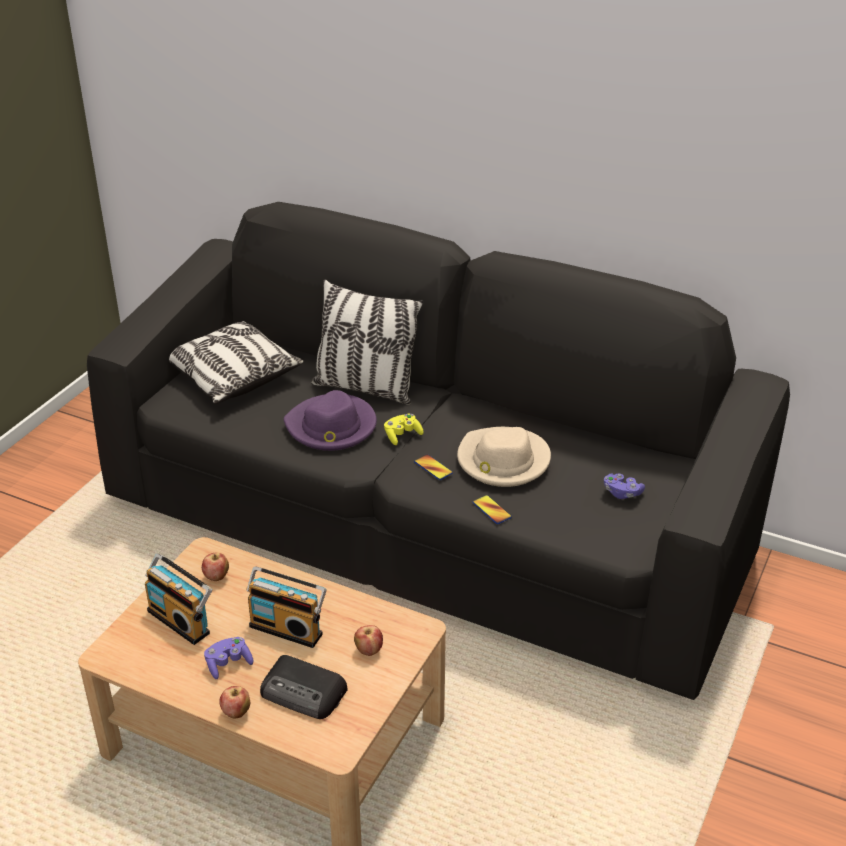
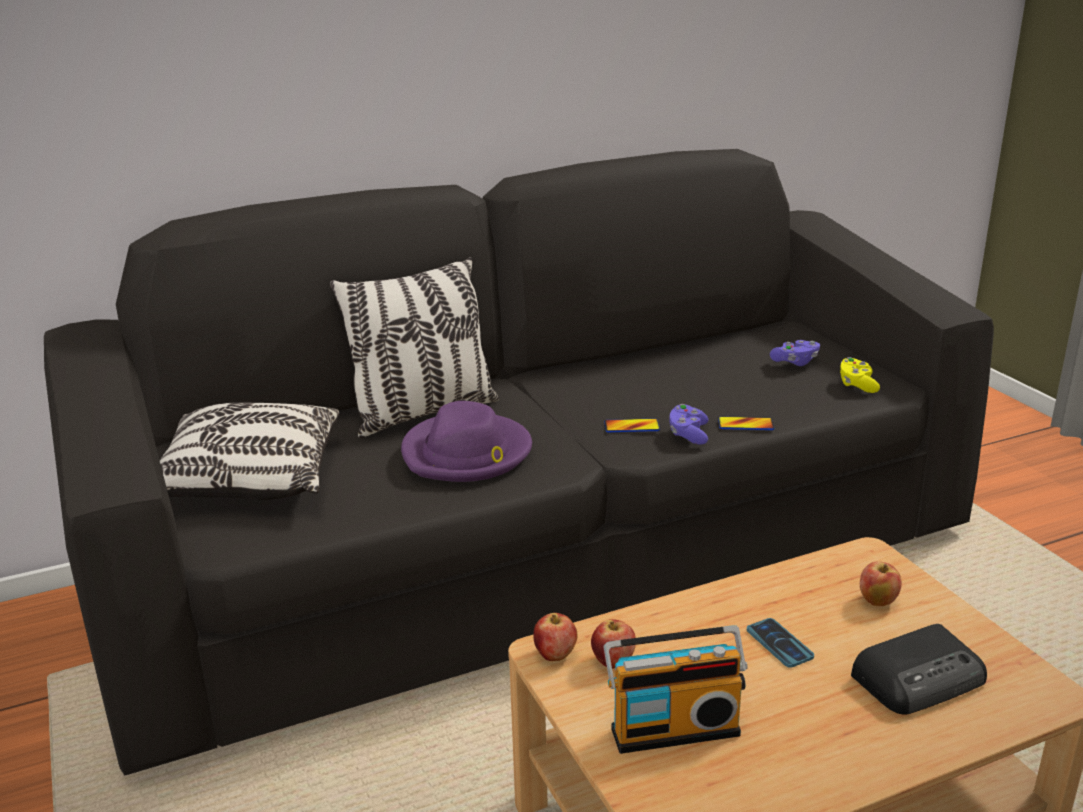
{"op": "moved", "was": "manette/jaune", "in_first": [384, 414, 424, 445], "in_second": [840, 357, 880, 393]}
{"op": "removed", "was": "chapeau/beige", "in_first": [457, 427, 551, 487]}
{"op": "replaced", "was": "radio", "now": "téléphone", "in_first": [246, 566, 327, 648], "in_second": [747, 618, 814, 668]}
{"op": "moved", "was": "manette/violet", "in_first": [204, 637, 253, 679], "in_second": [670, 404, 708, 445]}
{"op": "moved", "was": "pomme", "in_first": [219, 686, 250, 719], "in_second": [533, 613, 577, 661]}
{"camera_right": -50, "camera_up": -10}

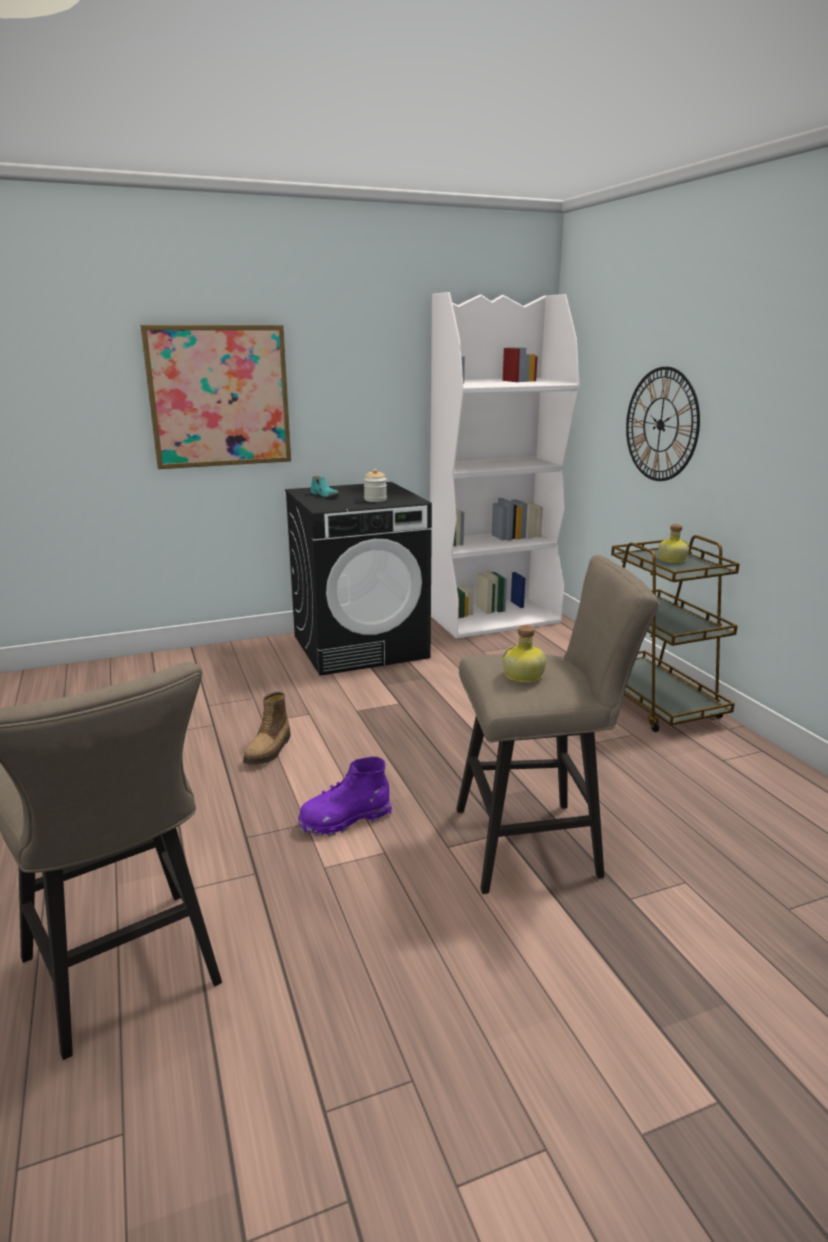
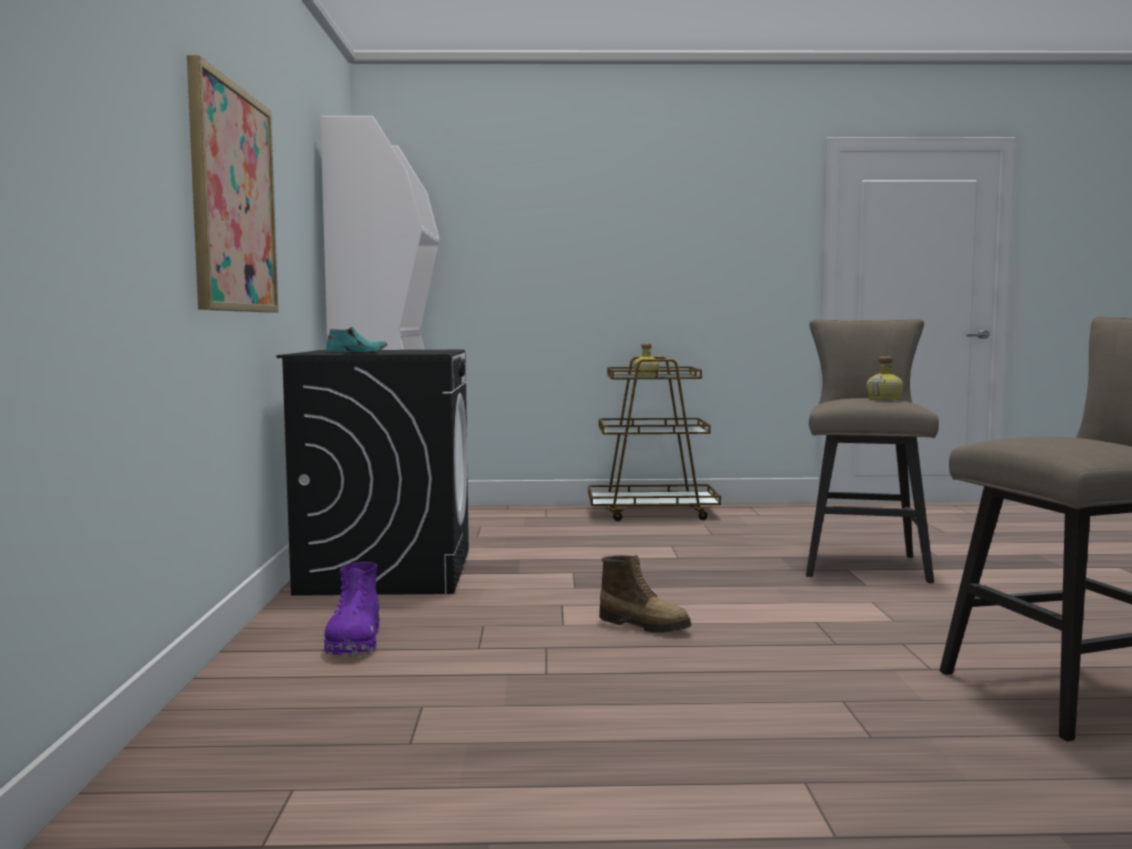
{"op": "removed", "was": "horloge murale", "in_first": [626, 367, 700, 481]}
{"op": "removed", "was": "bocal", "in_first": [364, 469, 387, 502]}
{"op": "moved", "was": "botte/violet", "in_first": [298, 756, 392, 836], "in_second": [324, 562, 380, 657]}
{"camera_right": -70, "camera_up": -15}

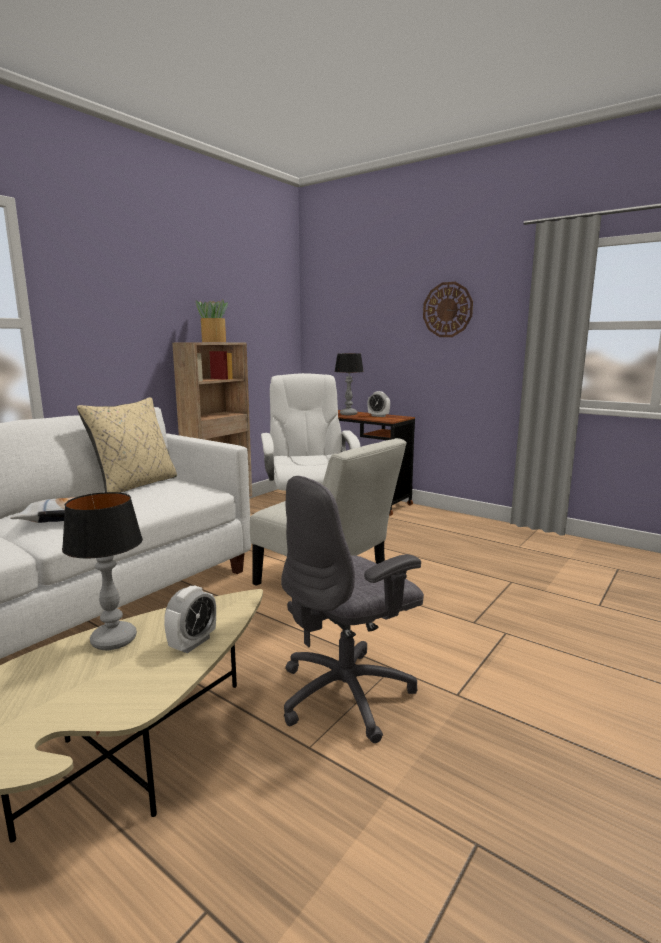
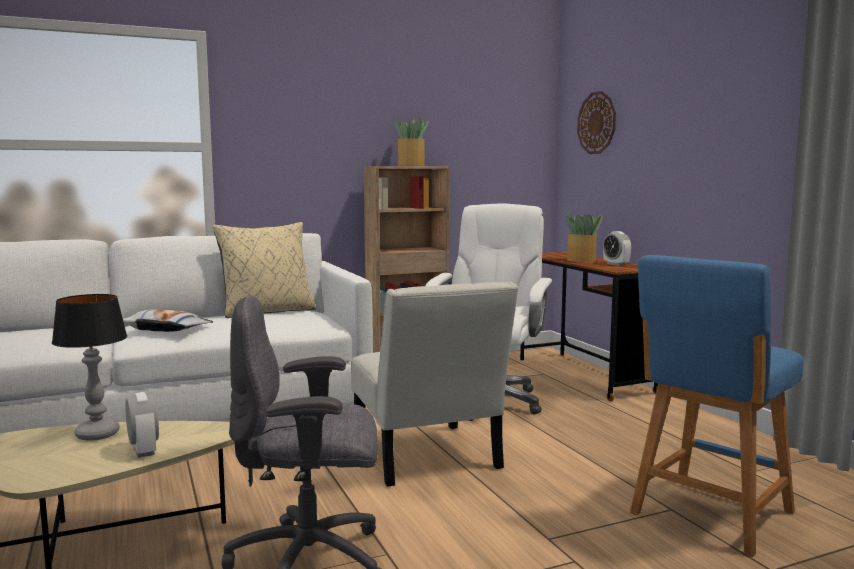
{"op": "moved", "was": "horloge murale", "in_first": [423, 282, 473, 337], "in_second": [577, 91, 616, 154]}
{"op": "replaced", "was": "lampe de table", "now": "plante en pot", "in_first": [334, 353, 364, 415], "in_second": [566, 213, 602, 262]}
{"op": "turned", "was": "réveil", "in_first": [164, 586, 216, 653], "in_second": [125, 392, 159, 458], "clockwise": -90}
{"op": "added", "now": "tabouret/bleu", "in_second": [630, 255, 803, 557]}
{"camera_right": 30, "camera_up": -5}

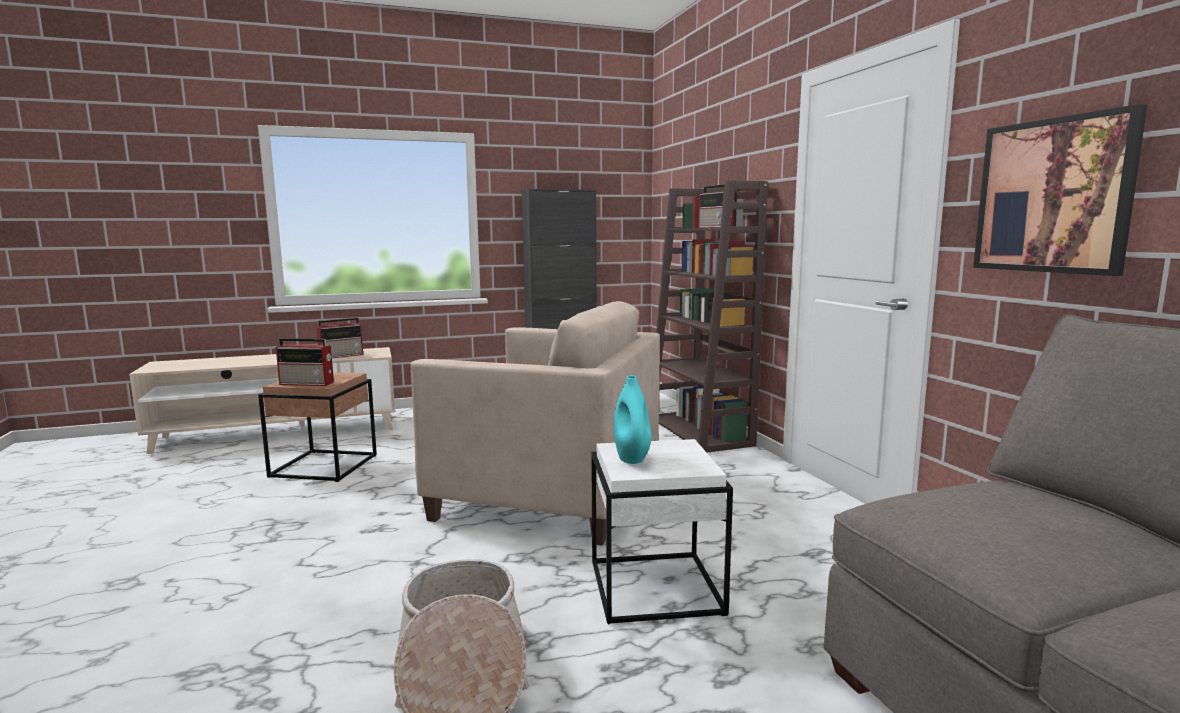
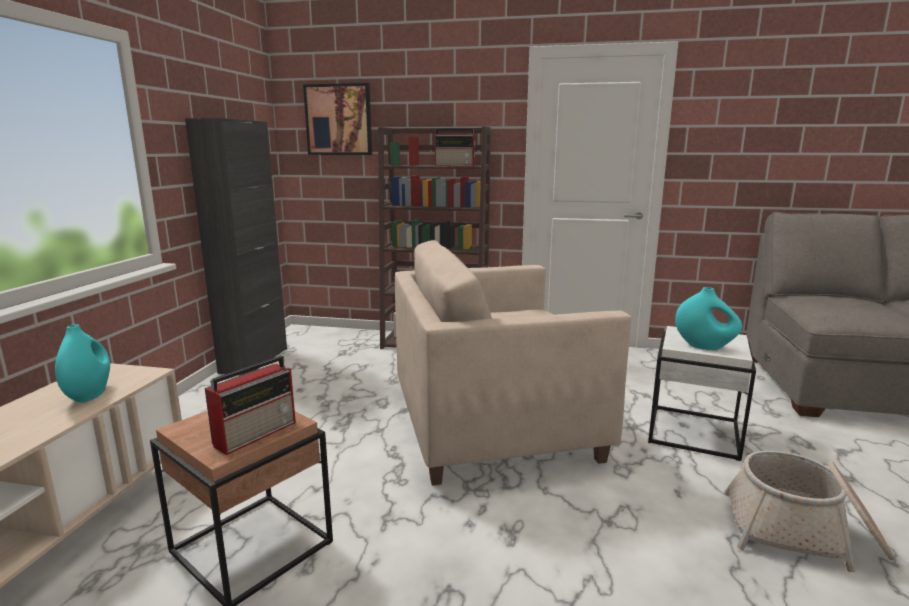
{"op": "moved", "was": "tableau", "in_first": [973, 104, 1147, 276], "in_second": [303, 83, 372, 155]}
{"op": "turned", "was": "fauteuil/beige", "in_first": [411, 301, 660, 546], "in_second": [395, 240, 631, 486], "clockwise": -150}
{"op": "replaced", "was": "radio", "now": "vase/turquoise", "in_first": [316, 318, 363, 358], "in_second": [55, 324, 110, 402]}
{"camera_right": -60, "camera_up": 5}

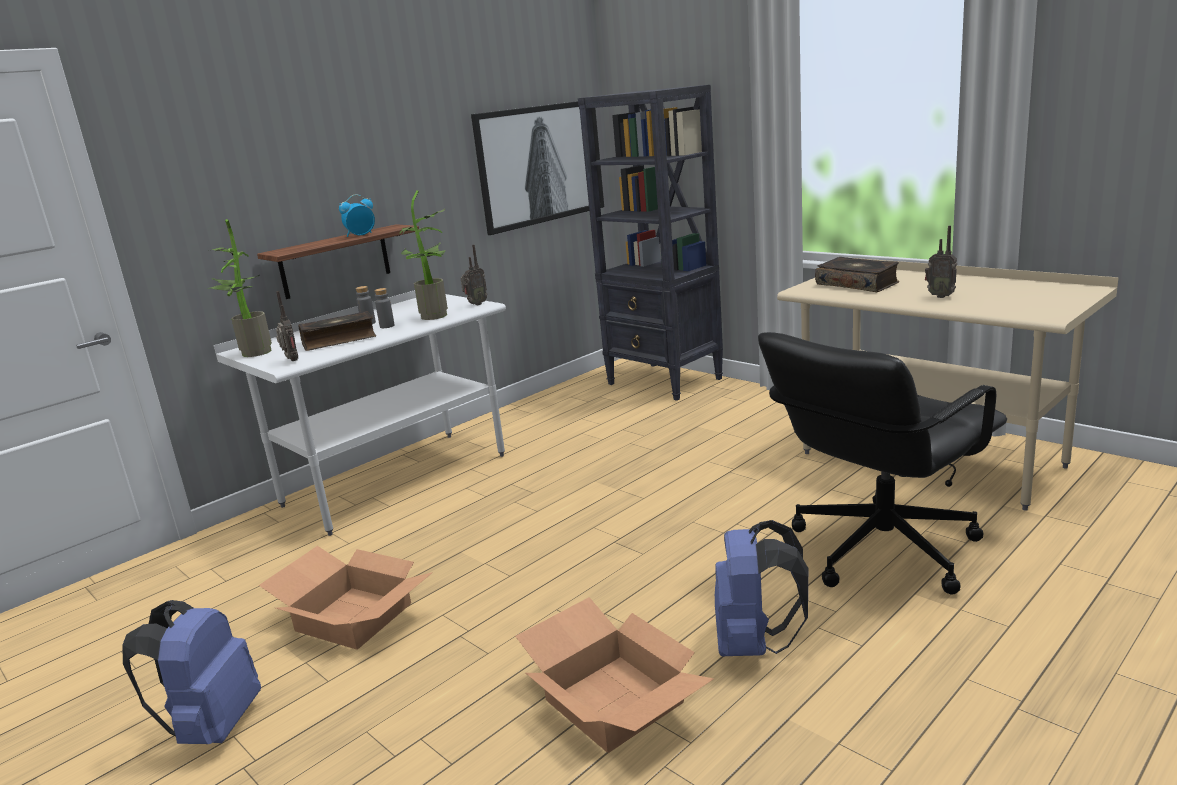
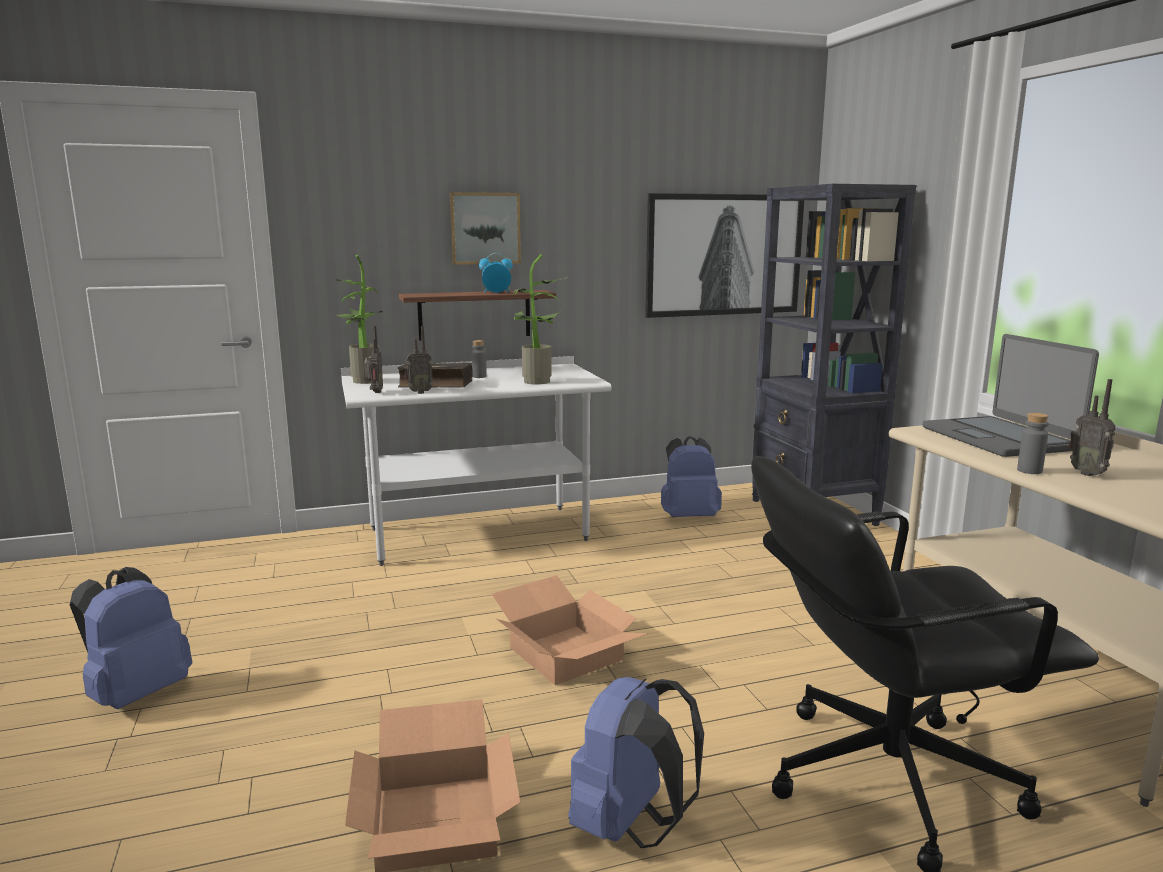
{"op": "moved", "was": "radio", "in_first": [461, 244, 488, 305], "in_second": [404, 326, 433, 394]}
{"op": "replaced", "was": "livre", "now": "ordinateur portable", "in_first": [815, 257, 899, 292], "in_second": [923, 334, 1099, 457]}
{"op": "moved", "was": "bouteille/gris", "in_first": [374, 288, 395, 328], "in_second": [1017, 413, 1048, 474]}
{"op": "moved", "was": "carton", "in_first": [259, 546, 433, 650], "in_second": [492, 575, 648, 685]}
{"op": "added", "now": "tableau", "in_second": [449, 192, 521, 265]}
{"op": "added", "now": "sac à dos/bleu", "in_second": [661, 436, 722, 517]}
{"camera_right": 25, "camera_up": -5}

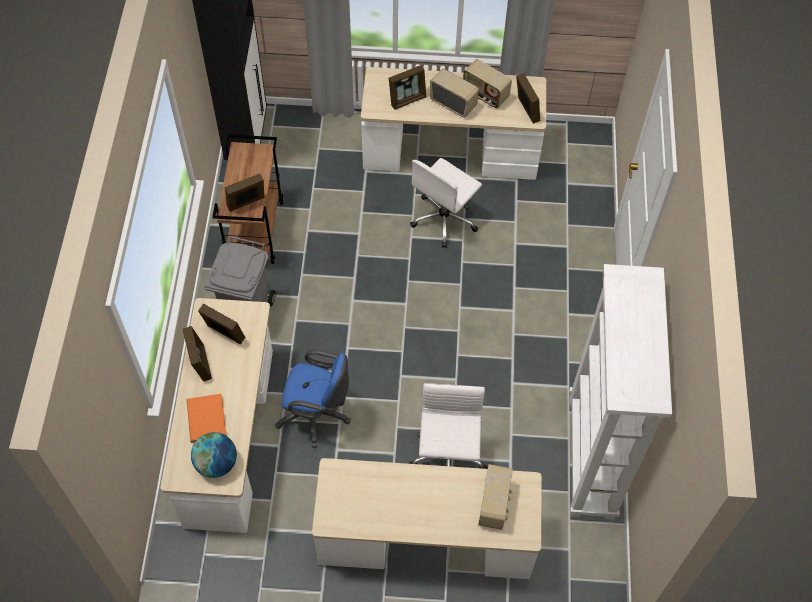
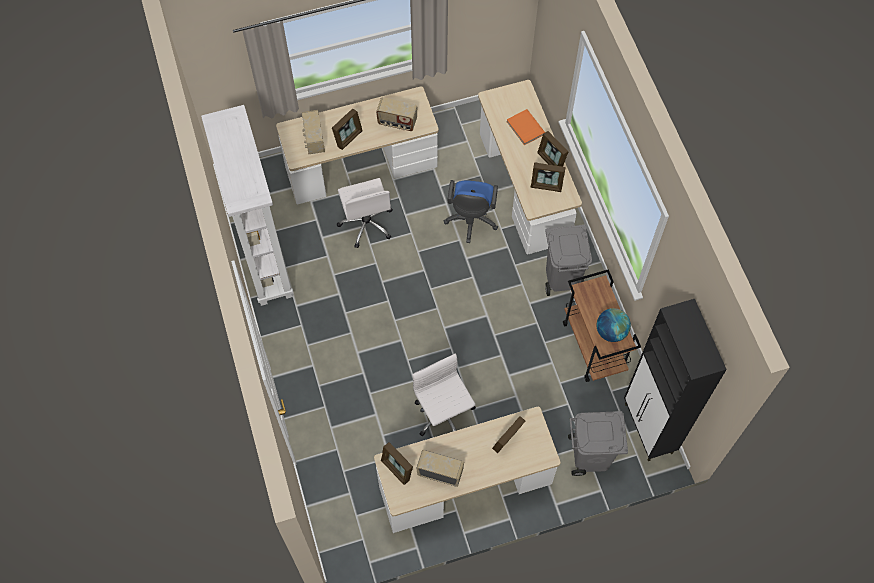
{"op": "moved", "was": "radio", "in_first": [430, 69, 479, 118], "in_second": [376, 97, 417, 131]}
{"op": "turned", "was": "chaise de bureau/blanc", "in_first": [410, 158, 482, 248], "in_second": [412, 354, 476, 436], "clockwise": -45}
{"op": "moved", "was": "cadre photo", "in_first": [225, 174, 264, 212], "in_second": [332, 109, 363, 150]}
{"op": "turned", "was": "chaise de bureau/bleu", "in_first": [275, 350, 351, 448], "in_second": [444, 180, 498, 243], "clockwise": -75}
{"op": "moved", "was": "globe", "in_first": [191, 432, 237, 478], "in_second": [597, 308, 631, 342]}
{"op": "added", "now": "poubelle/gris", "in_second": [568, 411, 628, 476]}
{"camera_right": 160, "camera_up": 5}

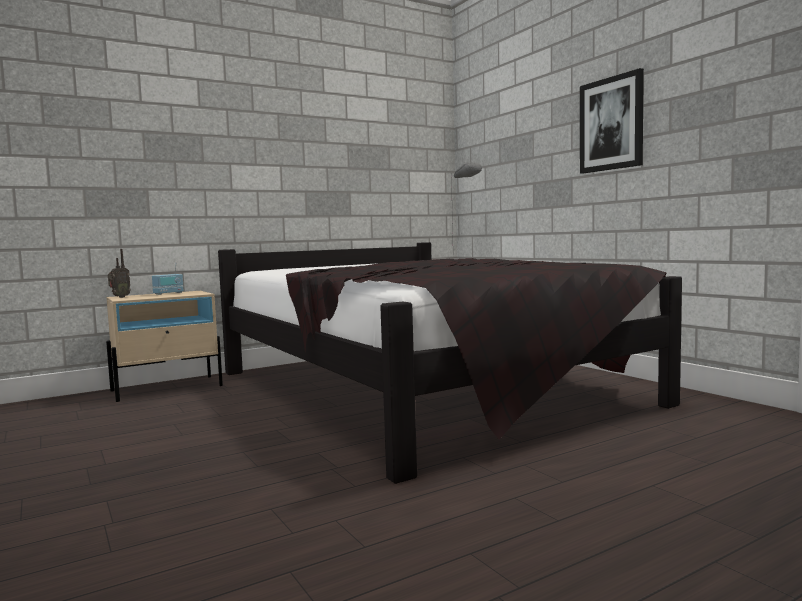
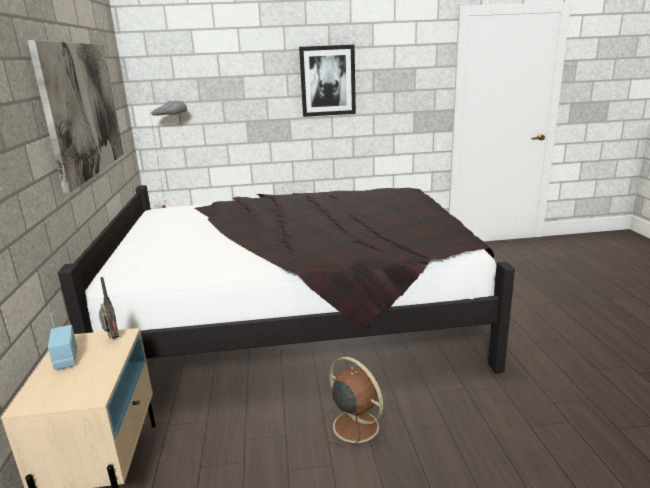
{"op": "moved", "was": "radio", "in_first": [108, 249, 131, 298], "in_second": [99, 277, 119, 339]}
{"op": "added", "now": "tableau", "in_second": [27, 40, 124, 194]}
{"op": "added", "now": "ventilateur/marron", "in_second": [319, 357, 390, 451]}
{"camera_right": -65, "camera_up": 15}

